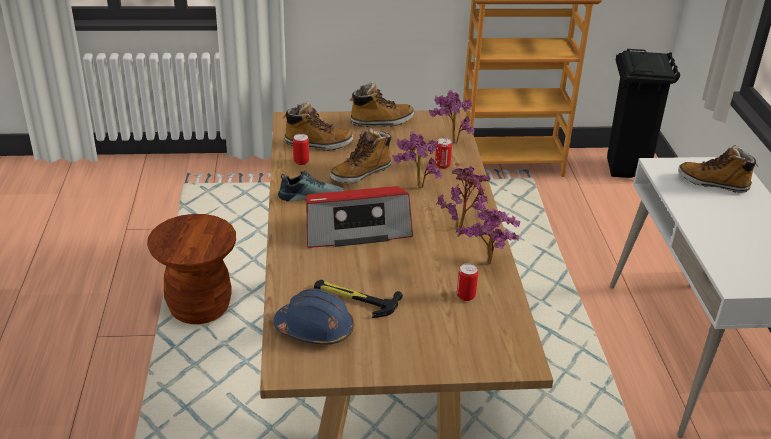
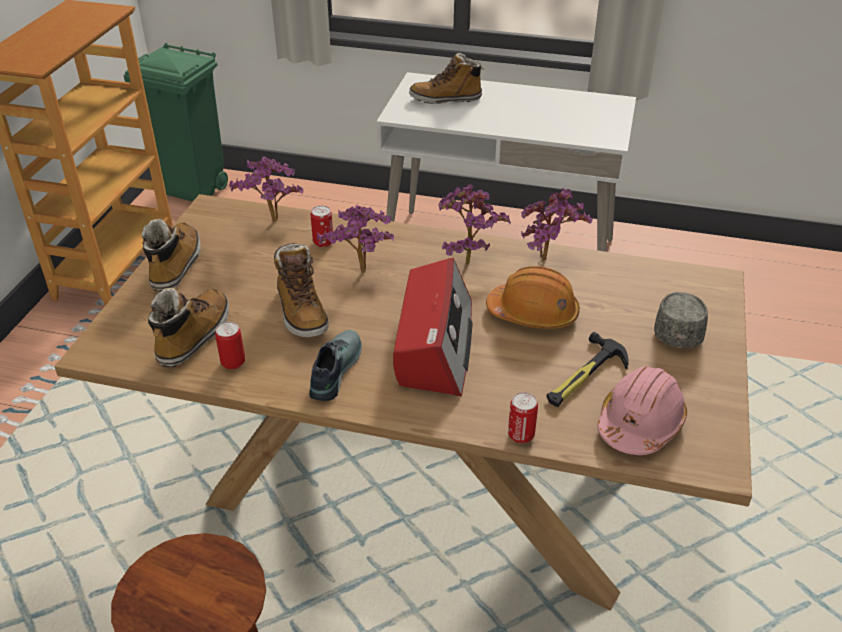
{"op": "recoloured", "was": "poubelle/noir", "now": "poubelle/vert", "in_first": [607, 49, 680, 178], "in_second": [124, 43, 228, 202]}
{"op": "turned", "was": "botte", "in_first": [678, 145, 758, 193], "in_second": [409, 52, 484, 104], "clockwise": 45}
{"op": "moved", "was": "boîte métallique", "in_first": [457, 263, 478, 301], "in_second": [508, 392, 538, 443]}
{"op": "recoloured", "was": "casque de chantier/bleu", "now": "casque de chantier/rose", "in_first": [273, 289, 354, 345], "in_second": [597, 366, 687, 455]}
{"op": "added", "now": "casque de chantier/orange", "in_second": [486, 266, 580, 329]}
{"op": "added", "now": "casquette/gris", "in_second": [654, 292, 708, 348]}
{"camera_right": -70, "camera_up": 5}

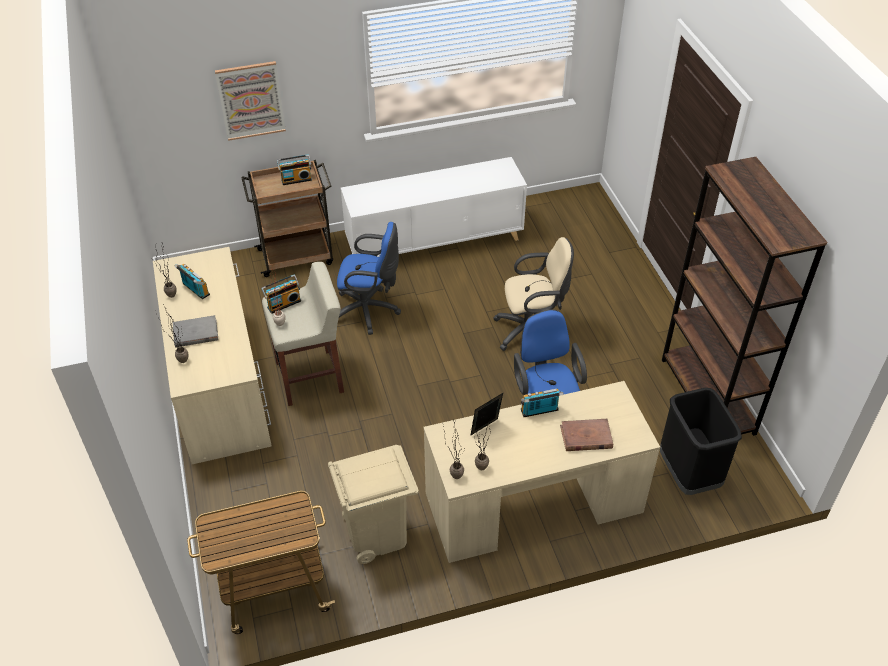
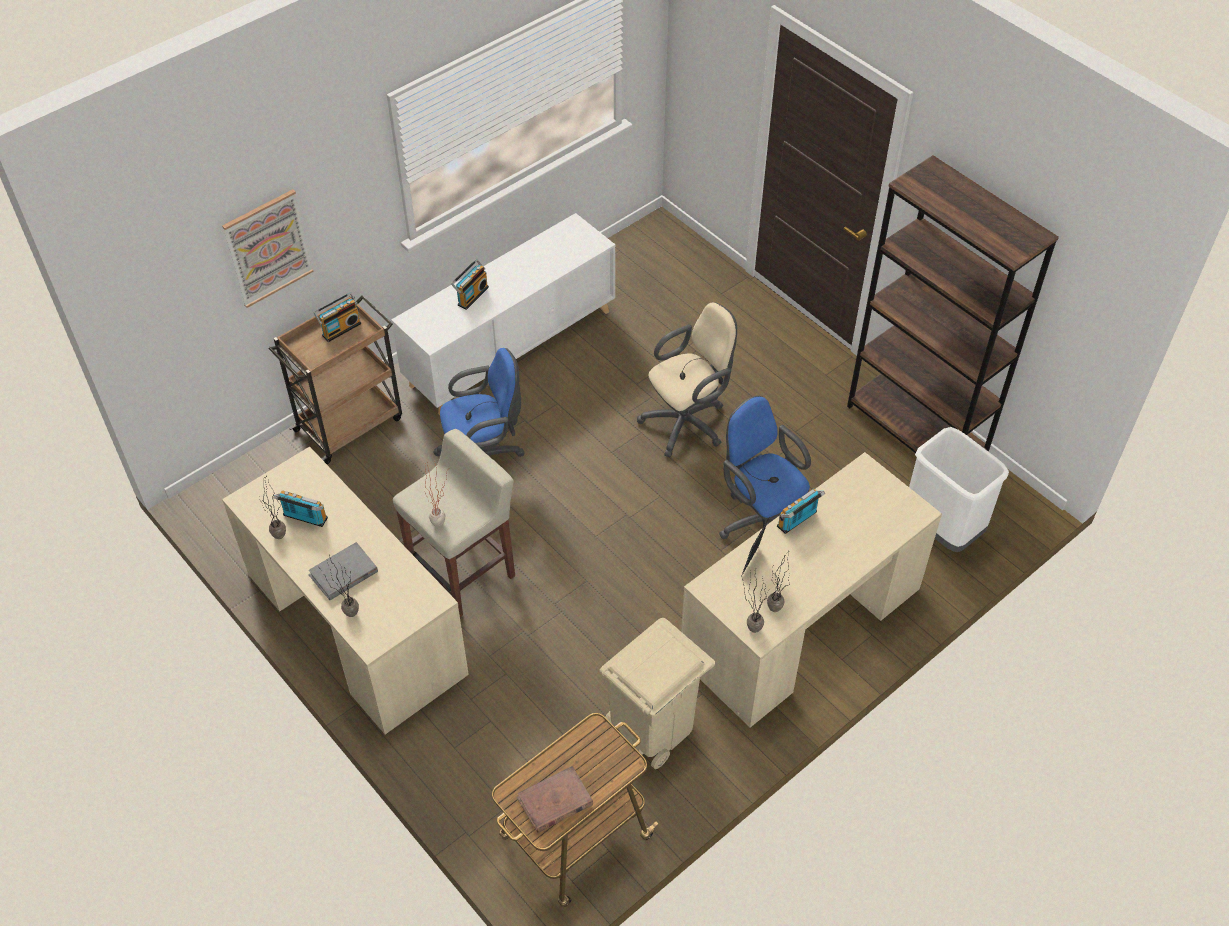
{"op": "moved", "was": "radio", "in_first": [261, 275, 301, 314], "in_second": [451, 259, 489, 310]}
{"op": "recoloured", "was": "poubelle/noir", "now": "poubelle/blanc", "in_first": [660, 388, 742, 495], "in_second": [909, 427, 1009, 552]}
{"op": "moved", "was": "livre/marron", "in_first": [560, 419, 613, 451], "in_second": [517, 766, 593, 833]}
{"camera_right": -25, "camera_up": 5}

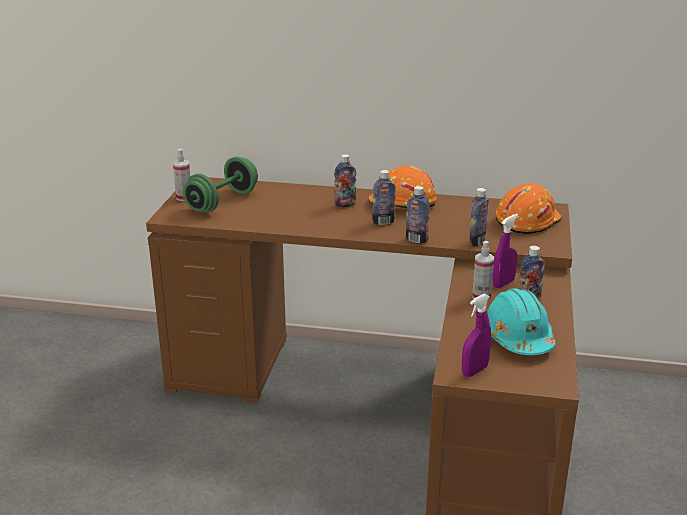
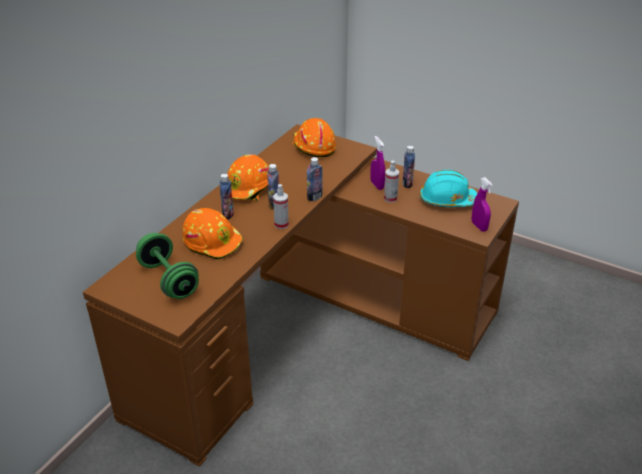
{"op": "moved", "was": "vaporisateur", "in_first": [173, 149, 191, 201], "in_second": [273, 184, 289, 229]}
{"op": "removed", "was": "bouteille", "in_first": [469, 188, 489, 246]}
{"op": "added", "now": "casque de chantier/orange", "in_second": [183, 208, 243, 260]}
{"camera_right": -70, "camera_up": 10}

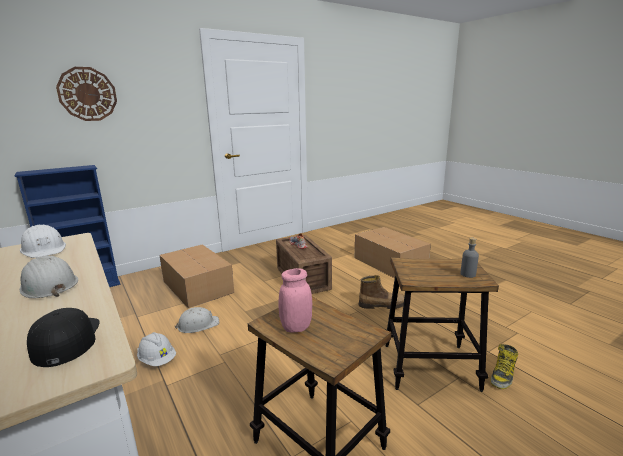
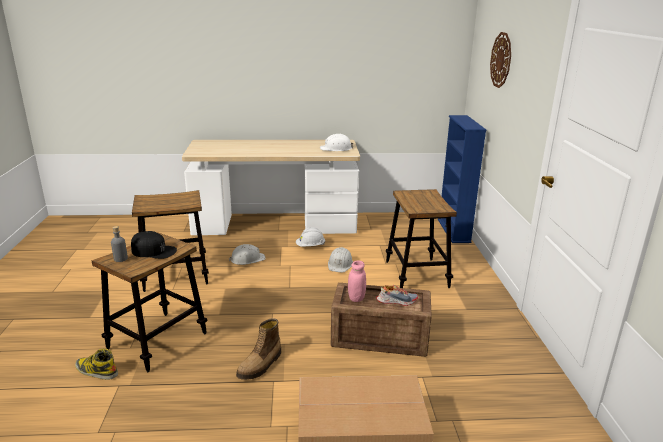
{"op": "replaced", "was": "carton", "now": "tabouret", "in_first": [159, 244, 234, 308], "in_second": [386, 189, 457, 288]}
{"op": "moved", "was": "casque de chantier/blanc", "in_first": [20, 256, 78, 298], "in_second": [228, 244, 266, 265]}
{"op": "moved", "was": "bocal/rose", "in_first": [278, 268, 312, 333], "in_second": [348, 261, 366, 302]}
{"op": "moved", "was": "casquette/noir", "in_first": [27, 308, 100, 367], "in_second": [131, 231, 177, 259]}
{"op": "turned", "was": "botte", "in_first": [490, 344, 518, 389], "in_second": [75, 349, 118, 380], "clockwise": -45}
{"camera_right": 120, "camera_up": 5}

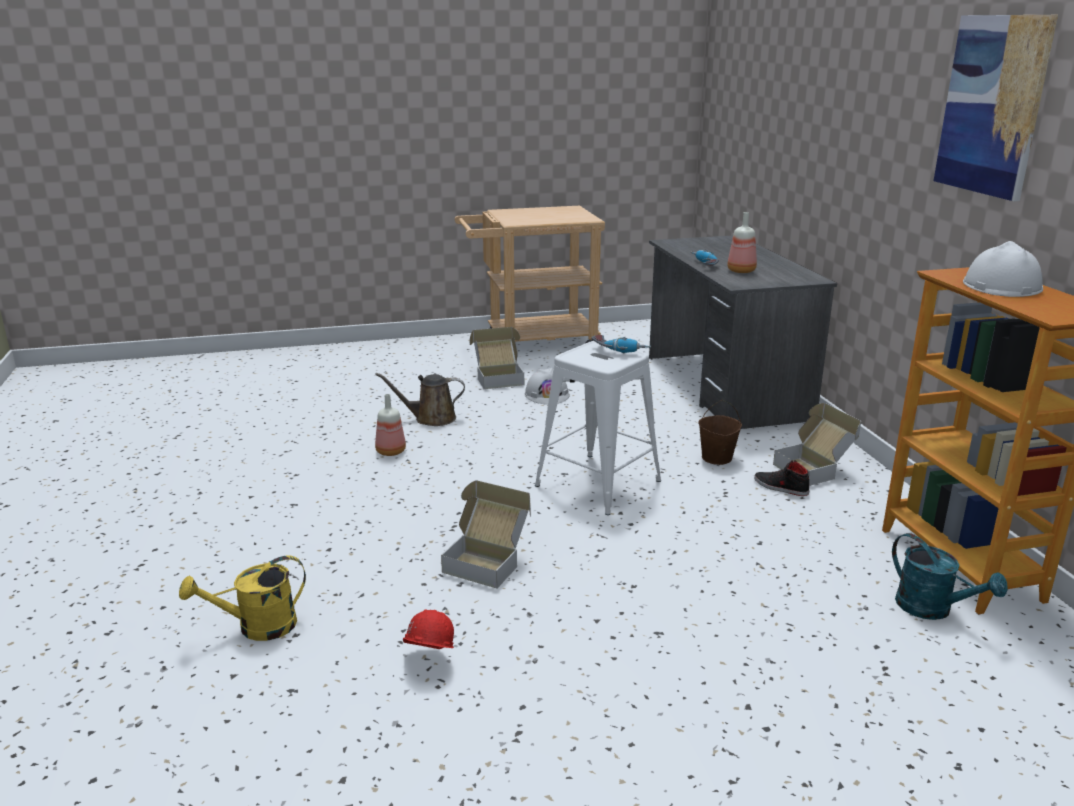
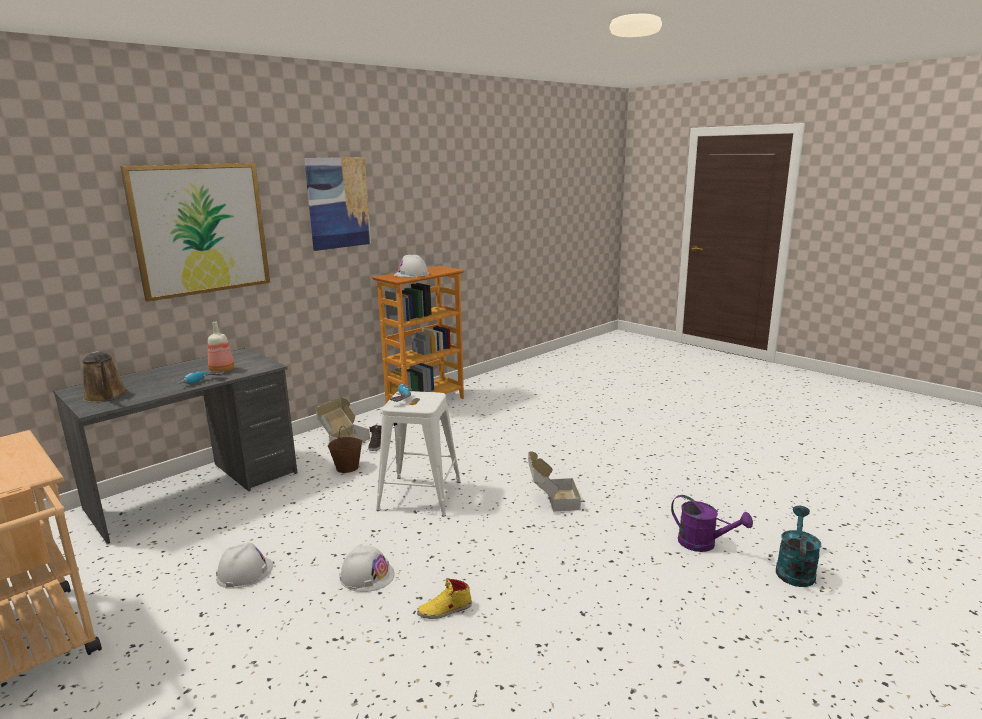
{"op": "removed", "was": "carton", "in_first": [469, 327, 524, 389]}
{"op": "moved", "was": "arrosoir/marron", "in_first": [375, 373, 465, 426], "in_second": [82, 351, 127, 403]}
{"op": "replaced", "was": "bouteille", "now": "chaussure/jaune", "in_first": [375, 394, 406, 456], "in_second": [417, 578, 472, 619]}
{"op": "moved", "was": "arrosoir/turquoise", "in_first": [892, 533, 1008, 620], "in_second": [776, 506, 821, 587]}
{"op": "recoloured", "was": "arrosoir/jaune", "now": "arrosoir/violet", "in_first": [179, 555, 306, 641], "in_second": [671, 495, 753, 552]}
{"op": "removed", "was": "casque de chantier/rouge", "in_first": [403, 610, 454, 649]}
{"op": "added", "now": "tableau", "in_second": [120, 163, 270, 302]}
{"op": "added", "now": "casque de chantier/blanc", "in_second": [339, 544, 395, 592]}
{"camera_right": -120, "camera_up": -5}

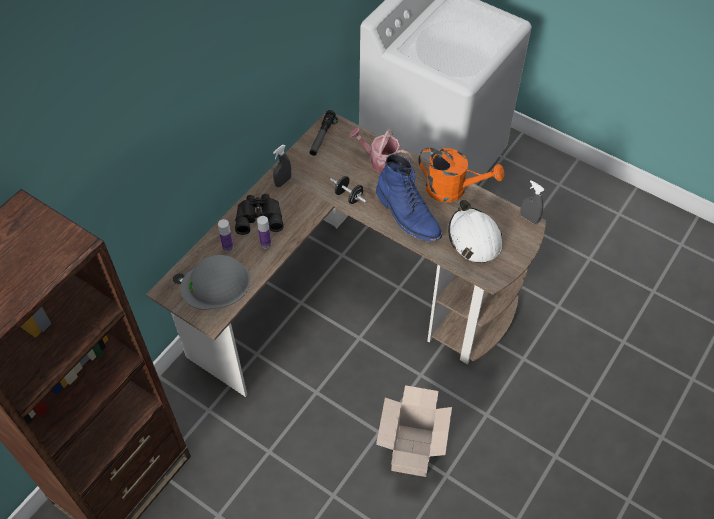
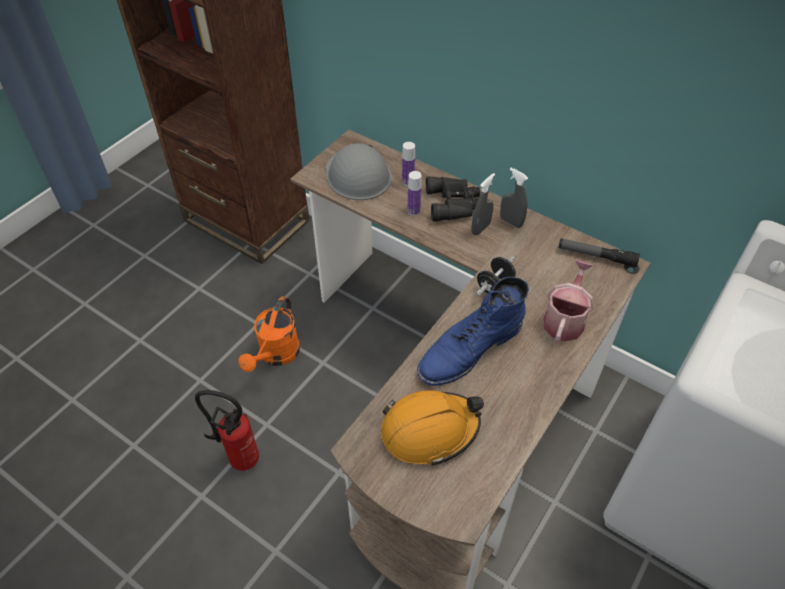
{"op": "moved", "was": "arrosoir/orange", "in_first": [418, 148, 504, 202], "in_second": [238, 296, 300, 372]}
{"op": "moved", "was": "vaporisateur/gris", "in_first": [520, 180, 545, 224], "in_second": [471, 173, 495, 235]}
{"op": "recoloured", "was": "casque de chantier/blanc", "now": "casque de chantier/orange", "in_first": [448, 200, 502, 263], "in_second": [381, 390, 484, 465]}
{"op": "replaced", "was": "carton", "now": "extincteur", "in_first": [376, 385, 452, 477], "in_second": [195, 390, 259, 471]}
{"camera_right": 90, "camera_up": -5}

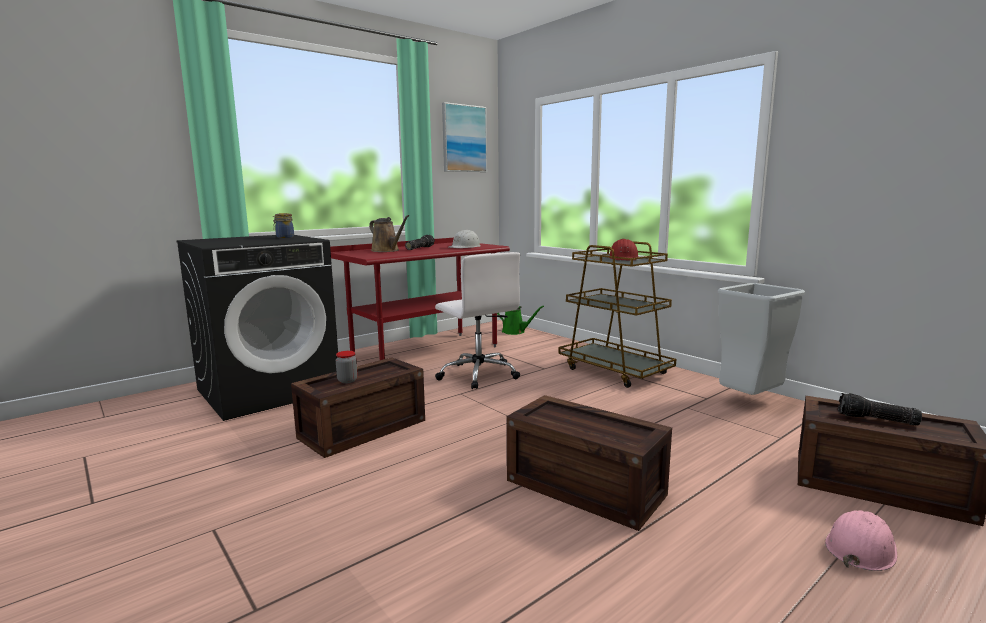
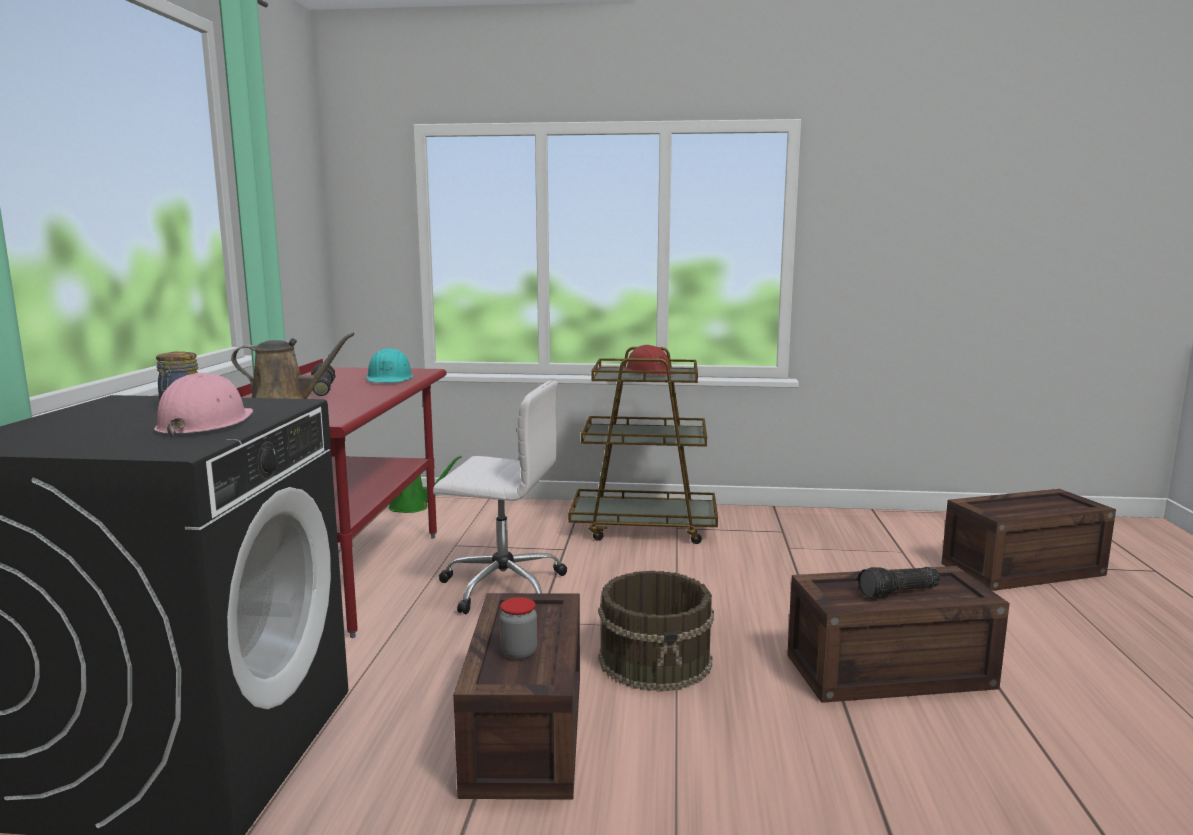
{"op": "removed", "was": "tableau", "in_first": [442, 102, 487, 172]}
{"op": "recoloured", "was": "casque de chantier/blanc", "now": "casque de chantier/turquoise", "in_first": [449, 230, 481, 248], "in_second": [366, 348, 413, 383]}
{"op": "removed", "was": "poubelle/gris", "in_first": [718, 283, 805, 395]}
{"op": "moved", "was": "lampe de poche", "in_first": [838, 393, 922, 425], "in_second": [857, 567, 940, 598]}
{"op": "moved", "was": "casque de chantier/rose", "in_first": [825, 510, 897, 571], "in_second": [154, 373, 253, 438]}
{"op": "added", "now": "seau/marron", "in_second": [598, 571, 714, 692]}
{"camera_right": -45, "camera_up": 0}

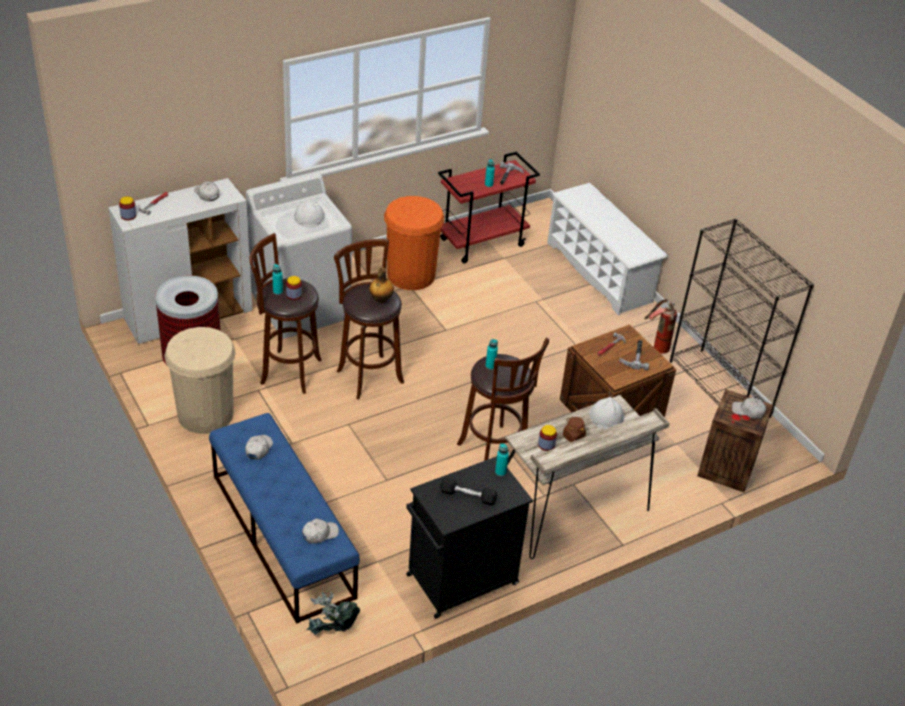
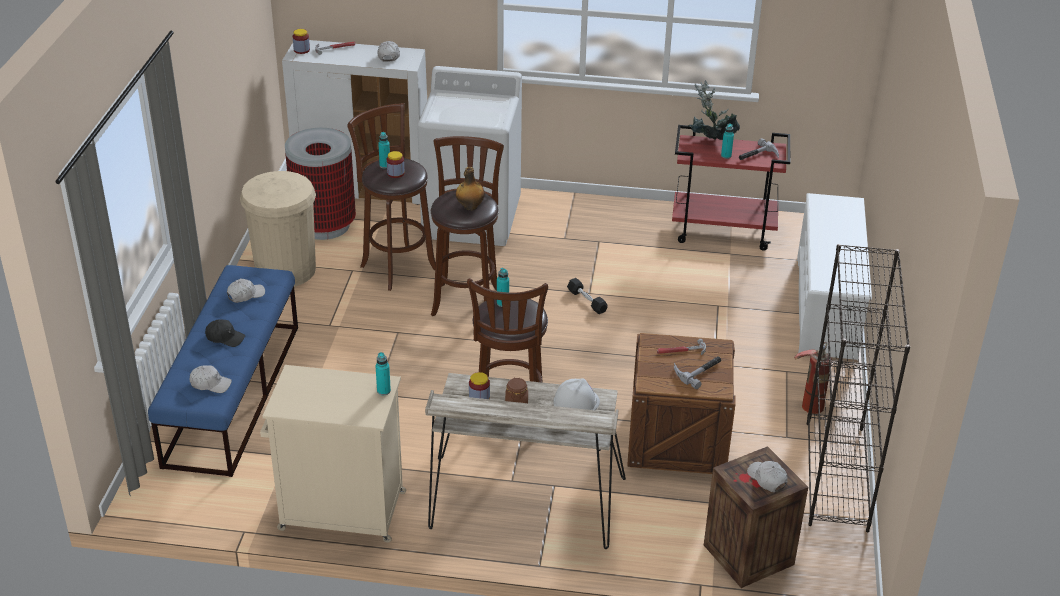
{"op": "removed", "was": "poubelle/orange", "in_first": [384, 196, 444, 290]}
{"op": "removed", "was": "casque de chantier/blanc", "in_first": [294, 199, 325, 227]}
{"op": "recoloured", "was": "meuble de rangement/noir", "now": "meuble de rangement/beige", "in_first": [406, 456, 533, 619], "in_second": [260, 365, 406, 543]}
{"op": "moved", "was": "haltère/noir", "in_first": [440, 477, 497, 505], "in_second": [567, 278, 608, 314]}
{"op": "moved", "was": "plante en pot", "in_first": [305, 591, 360, 635], "in_second": [688, 80, 740, 140]}
{"op": "added", "now": "casquette/noir", "in_second": [205, 319, 245, 347]}
{"camera_right": 40, "camera_up": -5}

